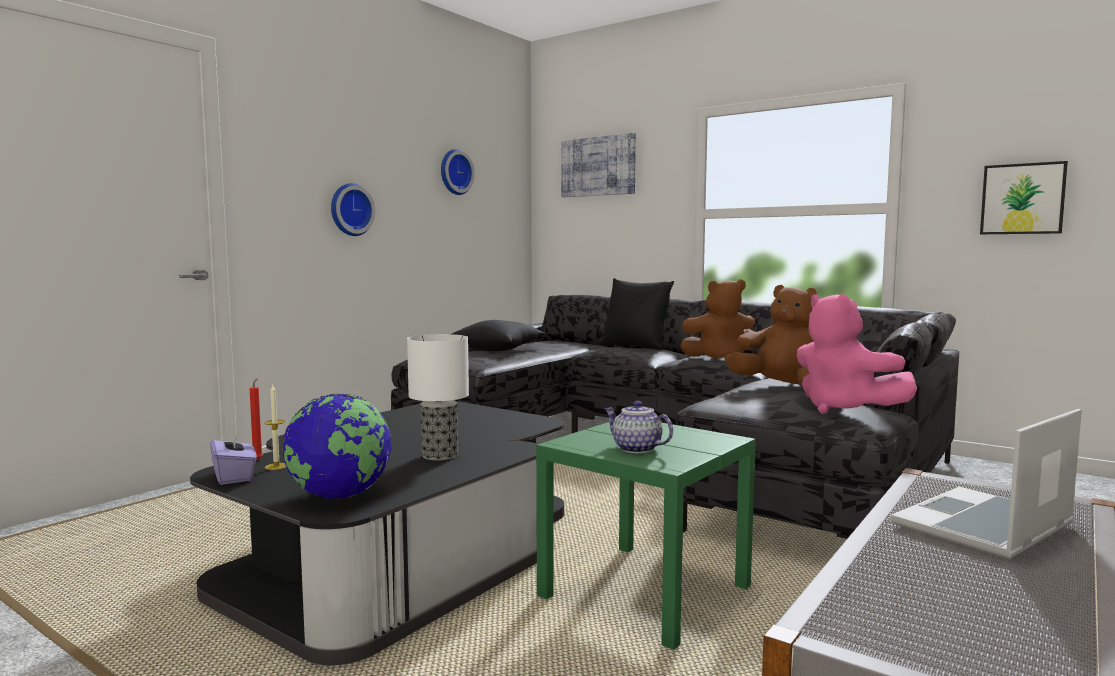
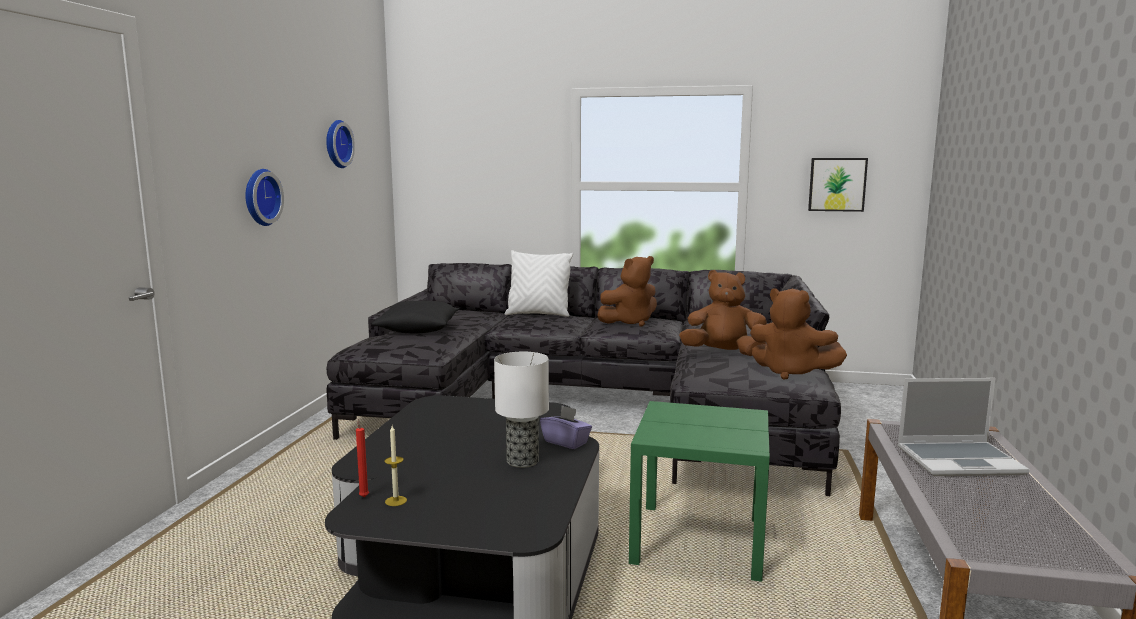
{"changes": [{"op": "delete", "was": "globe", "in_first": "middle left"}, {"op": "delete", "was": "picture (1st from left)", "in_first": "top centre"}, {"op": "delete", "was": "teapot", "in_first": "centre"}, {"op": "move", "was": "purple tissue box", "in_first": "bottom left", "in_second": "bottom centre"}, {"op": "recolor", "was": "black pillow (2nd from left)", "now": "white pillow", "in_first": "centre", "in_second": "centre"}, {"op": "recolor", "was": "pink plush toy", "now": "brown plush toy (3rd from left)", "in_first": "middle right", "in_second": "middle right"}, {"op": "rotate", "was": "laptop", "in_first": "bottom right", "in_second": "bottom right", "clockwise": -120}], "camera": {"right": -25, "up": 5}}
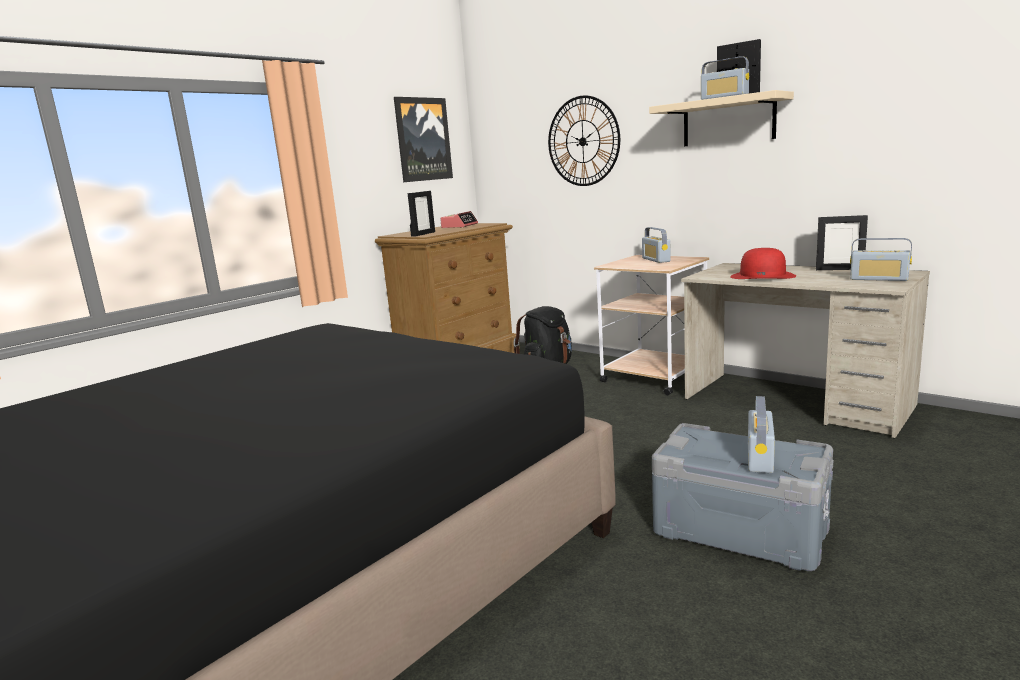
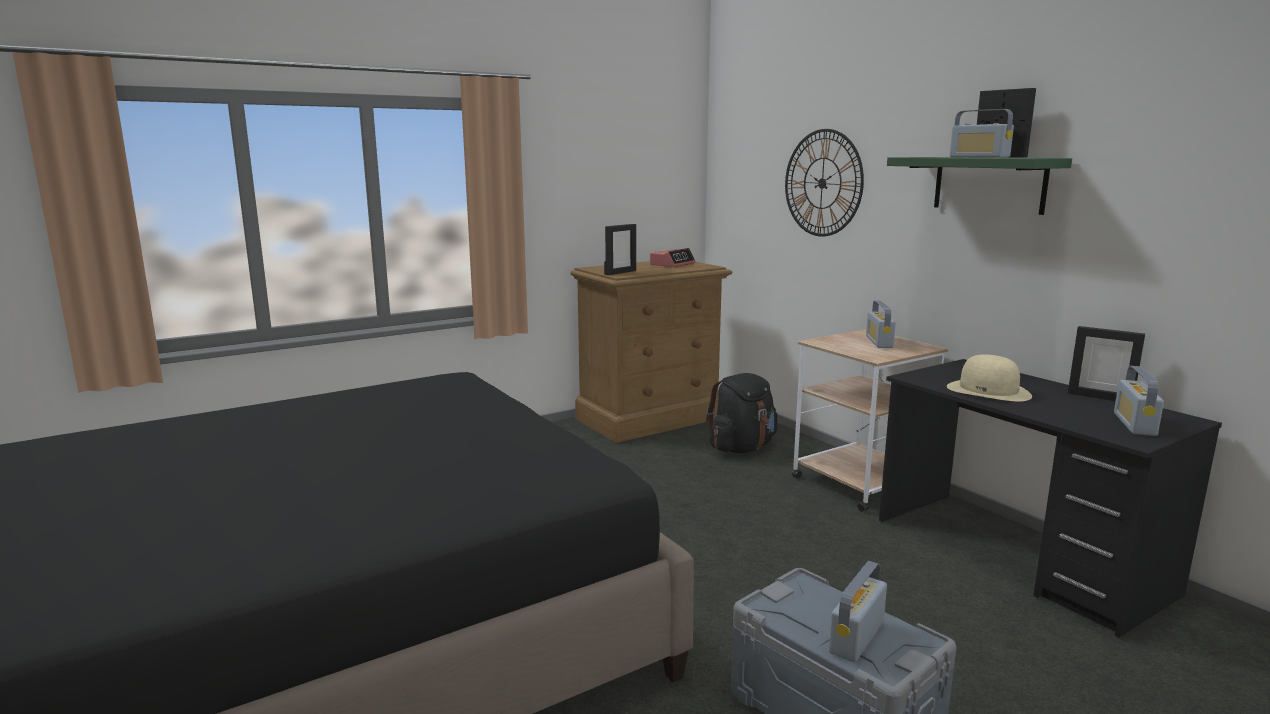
{"changes": [{"op": "delete", "was": "picture", "in_first": "top centre"}, {"op": "recolor", "was": "beige shelf", "now": "green shelf", "in_first": "top right", "in_second": "top right"}, {"op": "recolor", "was": "beige desk", "now": "black desk", "in_first": "middle right", "in_second": "bottom right"}, {"op": "recolor", "was": "red hat", "now": "beige hat", "in_first": "middle right", "in_second": "middle right"}, {"op": "rotate", "was": "radio (4th from left)", "in_first": "middle right", "in_second": "middle right", "clockwise": 60}], "camera": {"right": 15, "up": 0}}
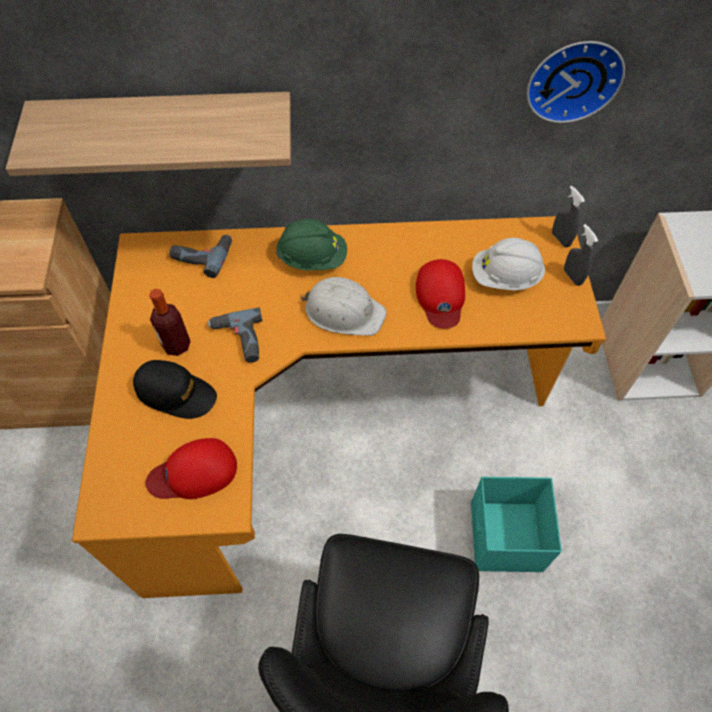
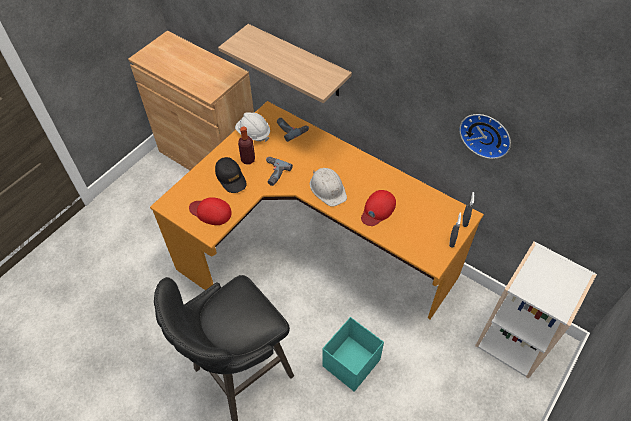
{"changes": [{"op": "delete", "was": "green hard hat", "in_first": "centre"}, {"op": "move", "was": "white hard hat (2nd from left in the first image)", "now": "white hard hat (1st from left)", "in_first": "middle right", "in_second": "top centre"}], "camera": {"right": 40, "up": -5}}
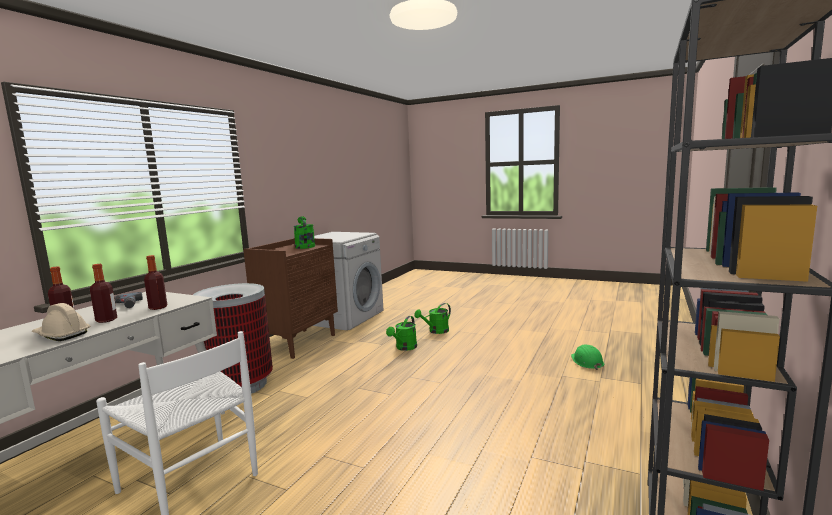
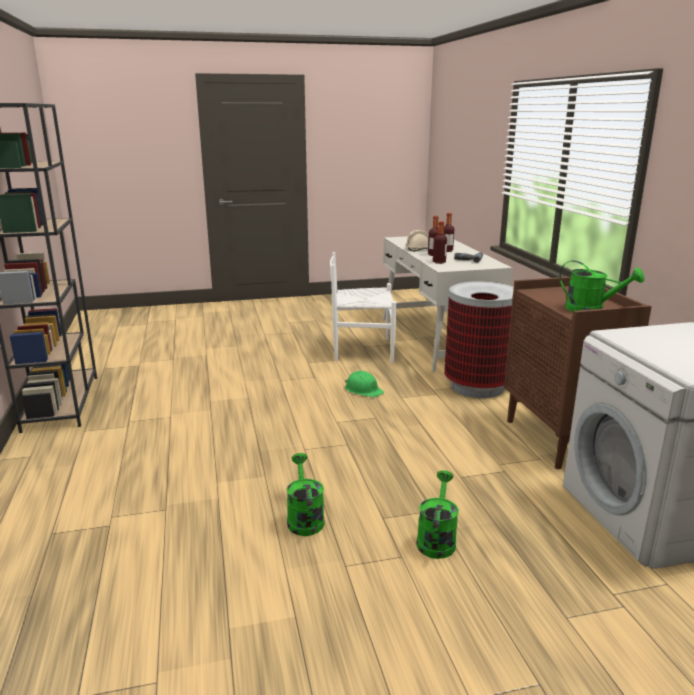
{"changes": [{"op": "move", "was": "green watering can (2nd from left in the first image)", "now": "green watering can (1st from left)", "in_first": "centre", "in_second": "bottom centre"}, {"op": "move", "was": "green hard hat", "in_first": "bottom right", "in_second": "centre"}], "camera": {"right": 140, "up": 10}}
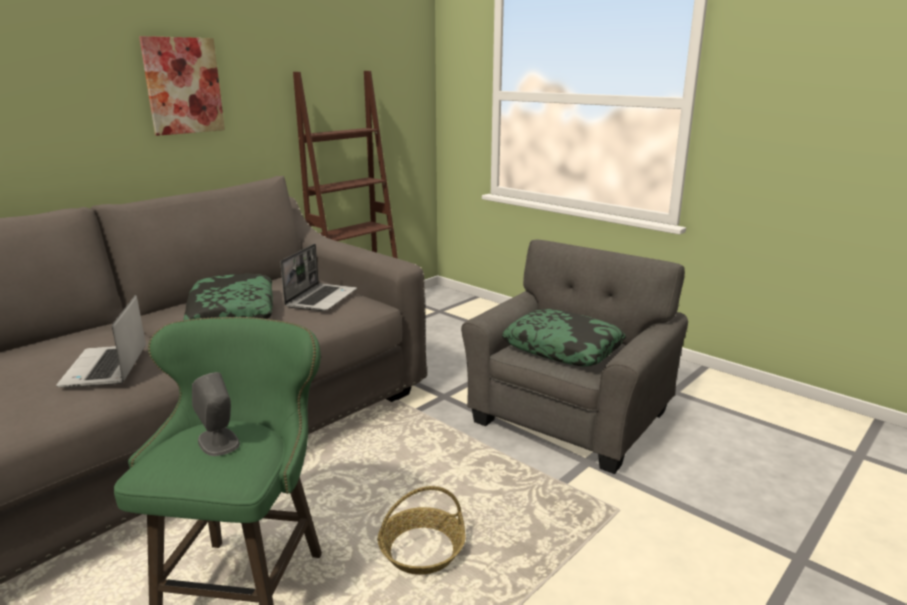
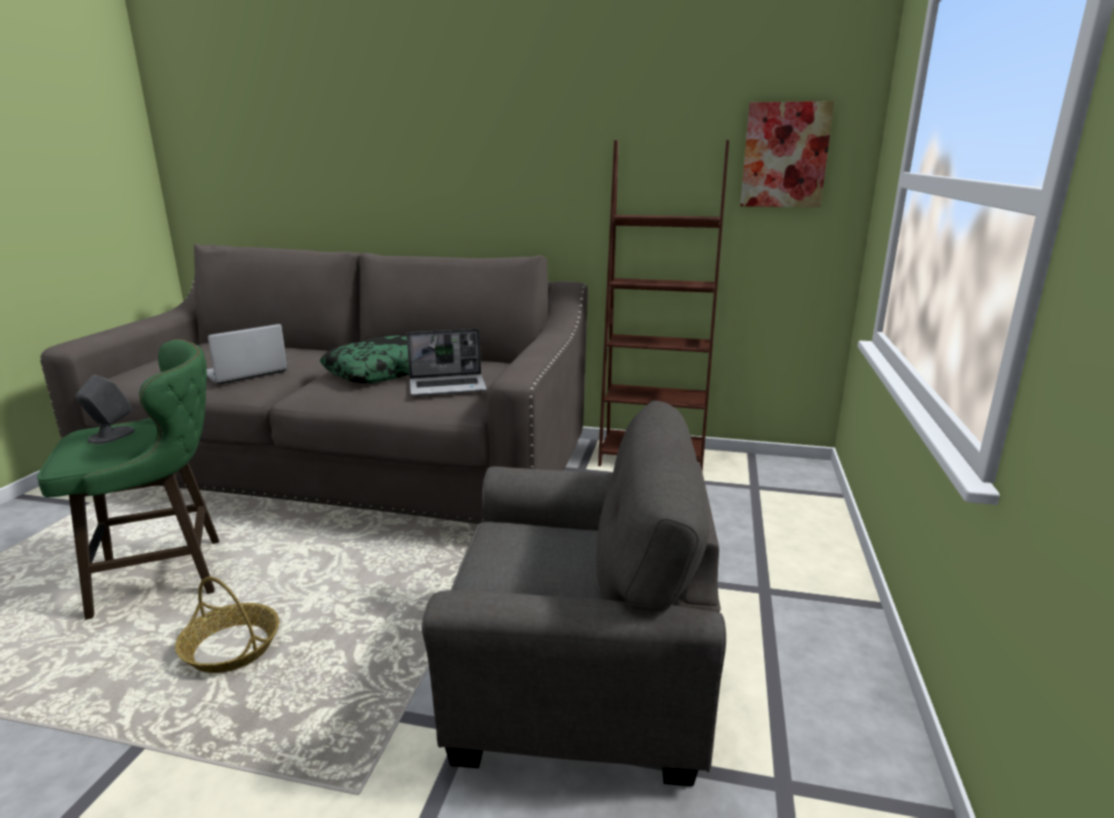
{"changes": [{"op": "delete", "was": "pillow (2nd from left)", "in_first": "centre"}, {"op": "move", "was": "picture", "in_first": "top left", "in_second": "top right"}], "camera": {"right": 60, "up": 0}}
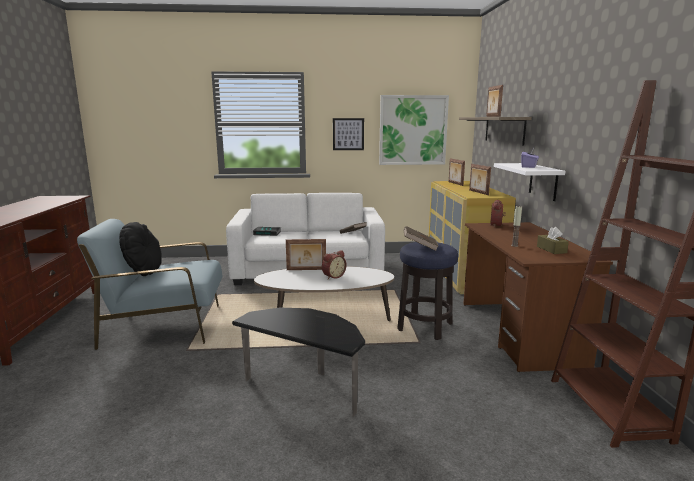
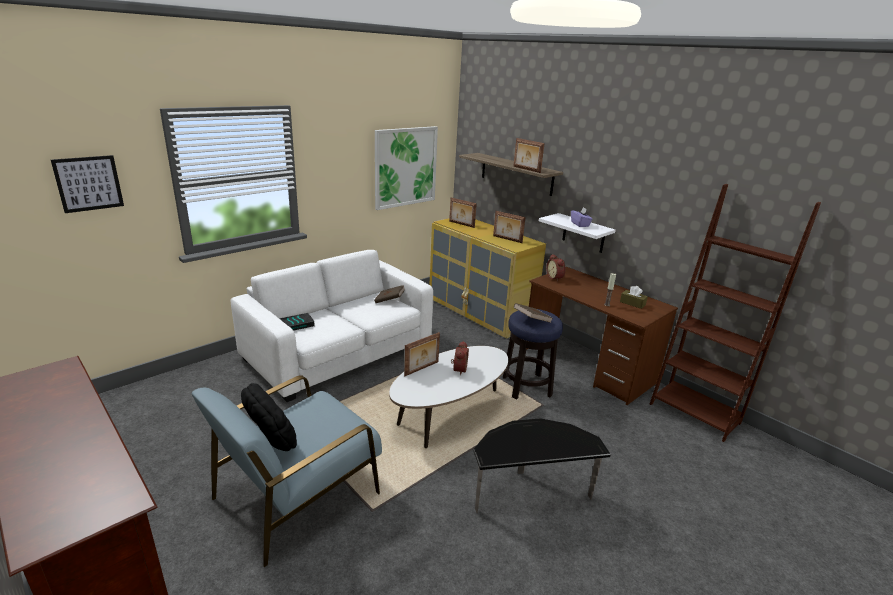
{"changes": [{"op": "move", "was": "picture (1st from left)", "in_first": "top centre", "in_second": "top left"}], "camera": {"right": -40, "up": 10}}
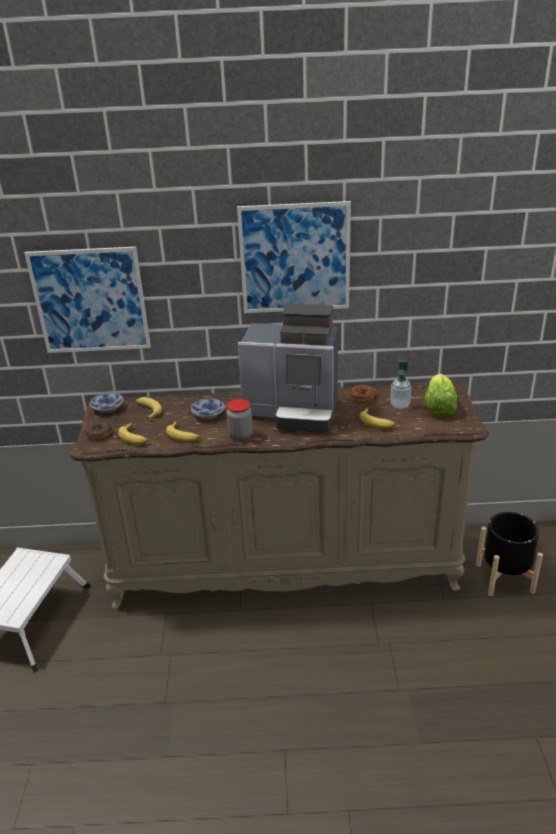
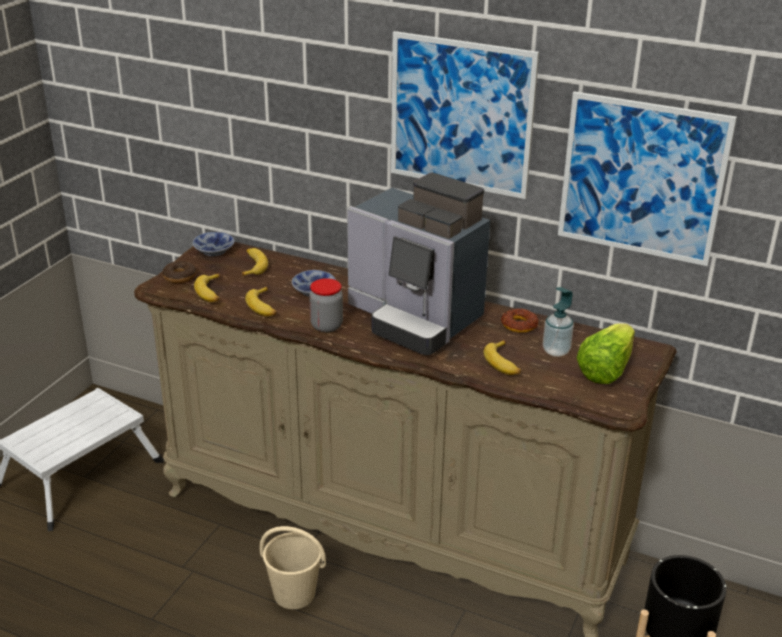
{"changes": [{"op": "insert", "now": "beige bucket", "in_second": "bottom centre"}, {"op": "move", "was": "picture (1st from left in the first image)", "now": "picture (2nd from left)", "in_first": "middle left", "in_second": "top right"}], "camera": {"right": 25, "up": 0}}
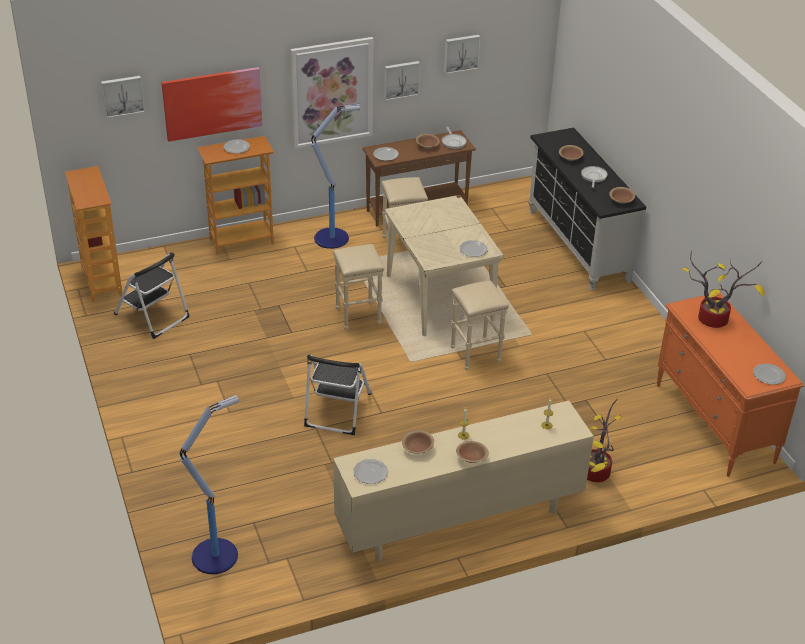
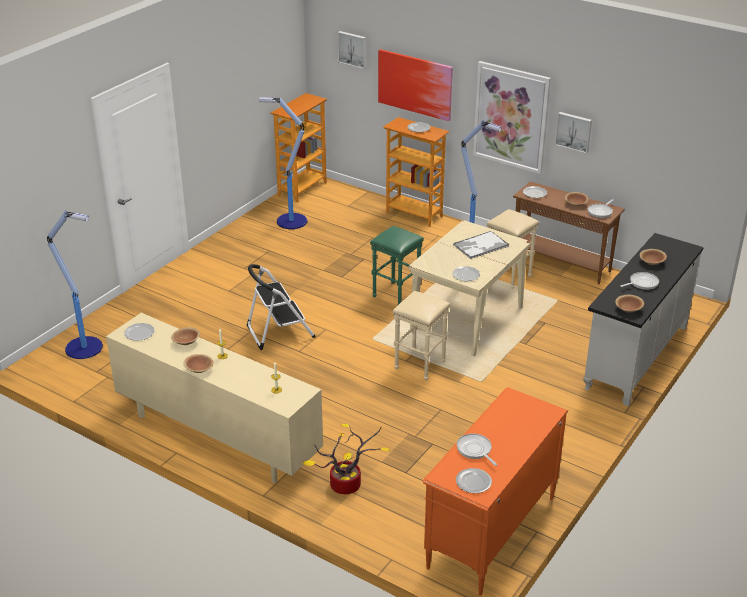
{"changes": [{"op": "delete", "was": "picture (5th from left)", "in_first": "top centre"}, {"op": "delete", "was": "potted plant (2nd from left)", "in_first": "middle right"}, {"op": "insert", "now": "tray", "in_second": "centre"}, {"op": "insert", "now": "frying pan (1st from left)", "in_second": "bottom centre"}, {"op": "replace", "was": "step ladder (1st from left)", "now": "floor lamp (2nd from left)", "in_first": "middle left", "in_second": "top centre"}, {"op": "recolor", "was": "beige stool (1st from left)", "now": "green stool", "in_first": "centre", "in_second": "centre"}], "camera": {"right": 55, "up": -5}}
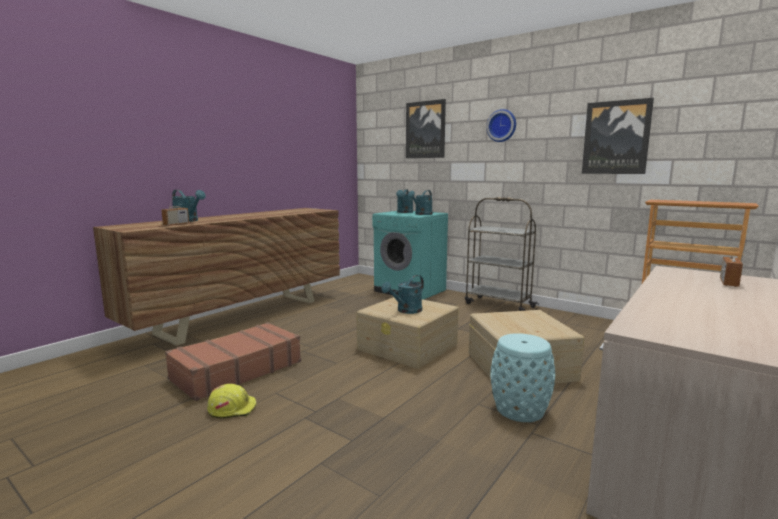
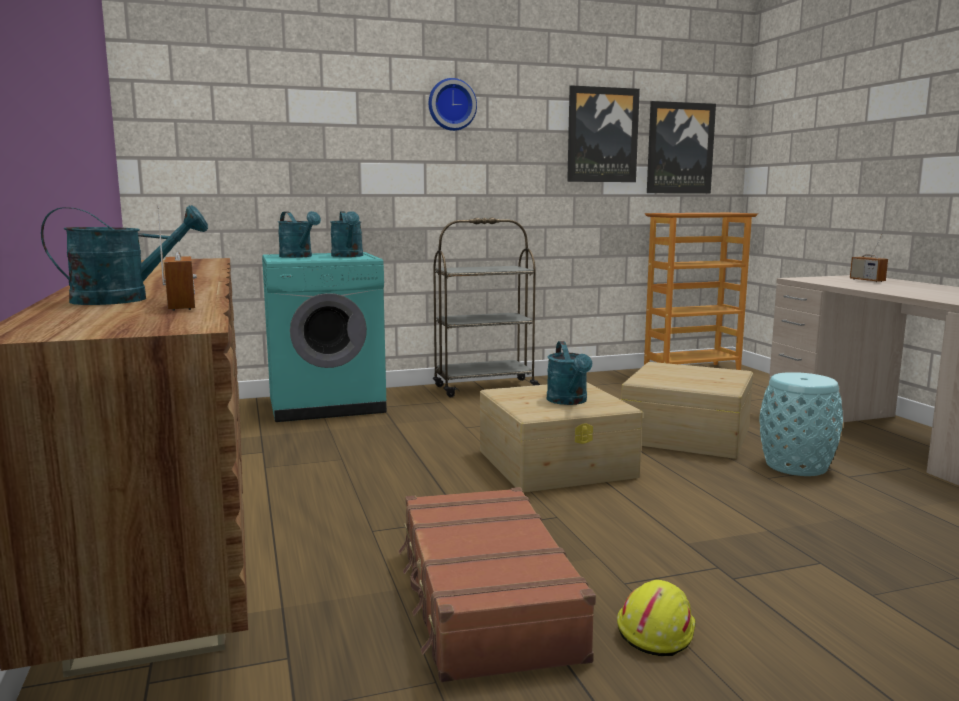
{"changes": [{"op": "move", "was": "picture (1st from left in the first image)", "now": "picture (2nd from left)", "in_first": "top centre", "in_second": "top right"}], "camera": {"right": -55, "up": 0}}
